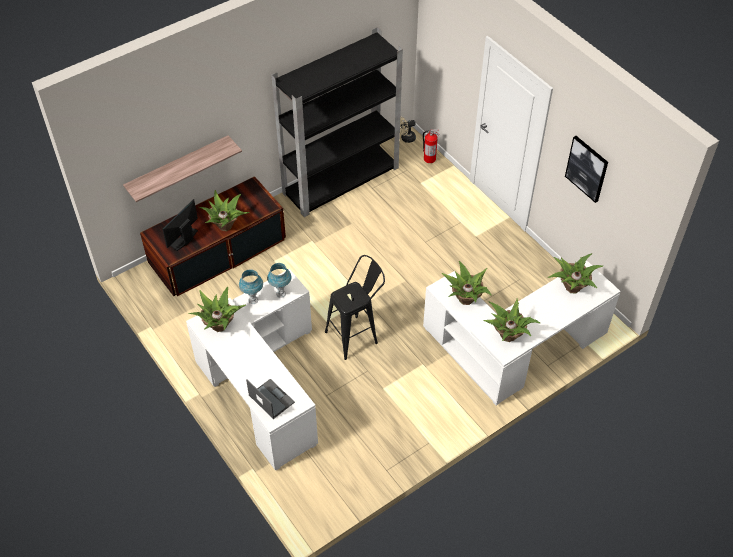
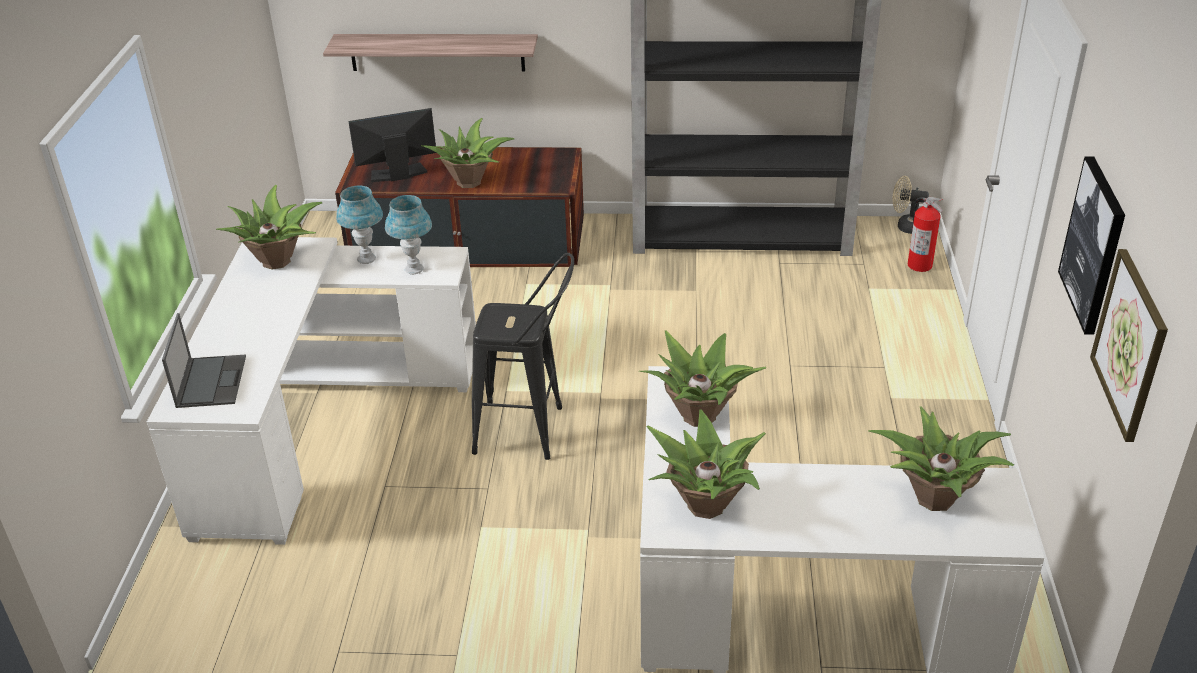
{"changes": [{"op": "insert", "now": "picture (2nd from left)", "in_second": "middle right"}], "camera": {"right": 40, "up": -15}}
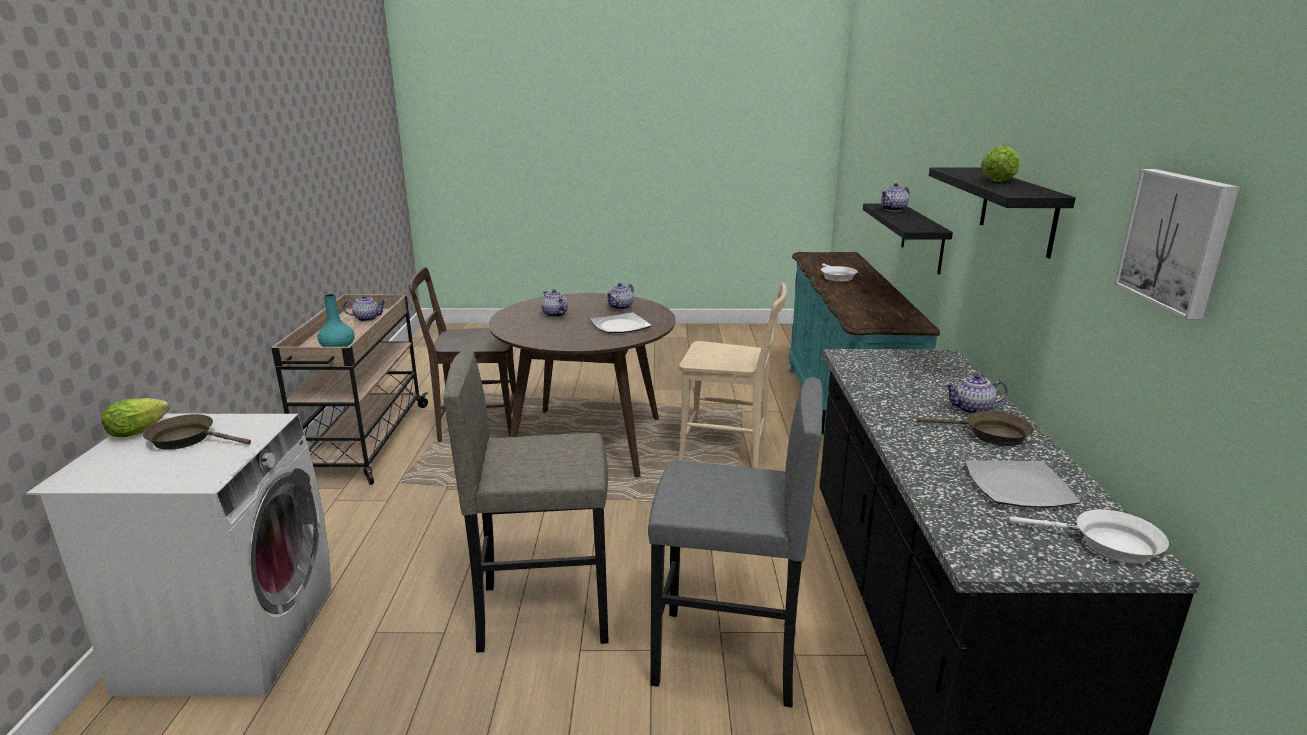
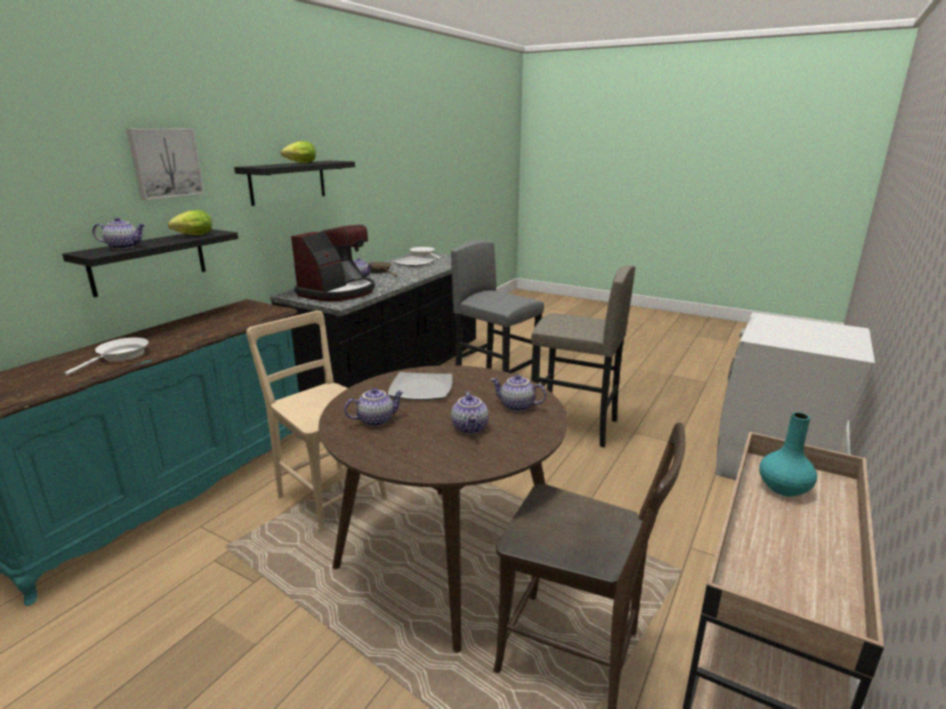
{"changes": [{"op": "delete", "was": "brown frying pan (1st from left)", "in_first": "middle left"}, {"op": "insert", "now": "coffee machine", "in_second": "centre"}, {"op": "move", "was": "lettuce (1st from left)", "in_first": "middle left", "in_second": "top left"}, {"op": "move", "was": "teapot (1st from left in the first image)", "now": "teapot (5th from left)", "in_first": "middle left", "in_second": "centre"}, {"op": "move", "was": "picture", "in_first": "top right", "in_second": "top left"}], "camera": {"right": -150, "up": 0}}
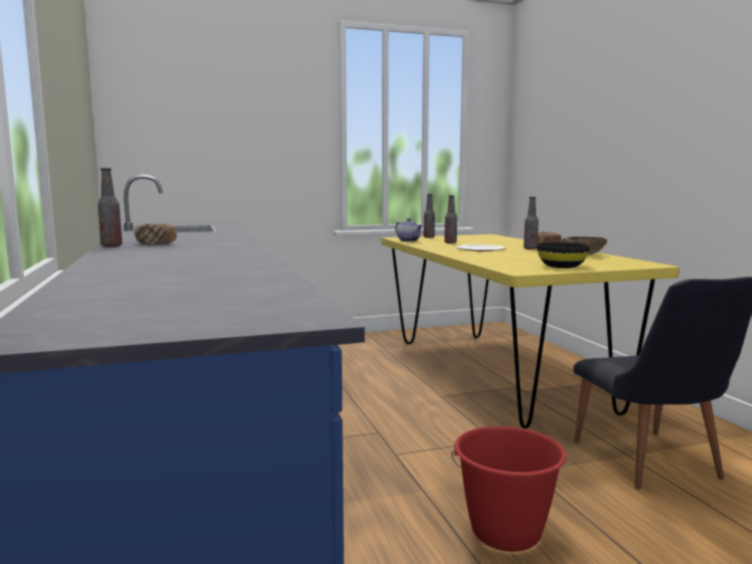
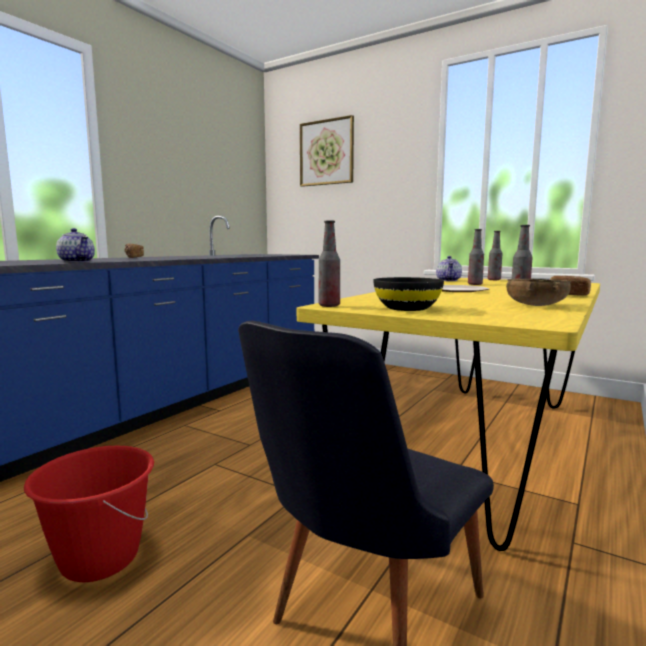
{"changes": [{"op": "insert", "now": "teapot (1st from left)", "in_second": "middle left"}, {"op": "insert", "now": "picture", "in_second": "top centre"}, {"op": "move", "was": "bottle (1st from left)", "in_first": "middle left", "in_second": "centre"}], "camera": {"right": 50, "up": 0}}
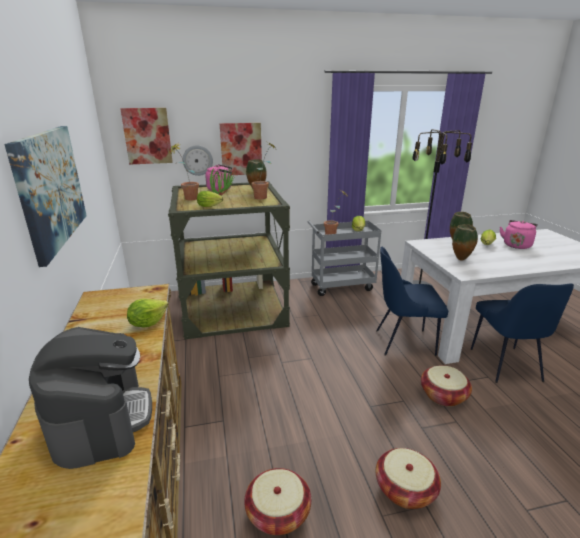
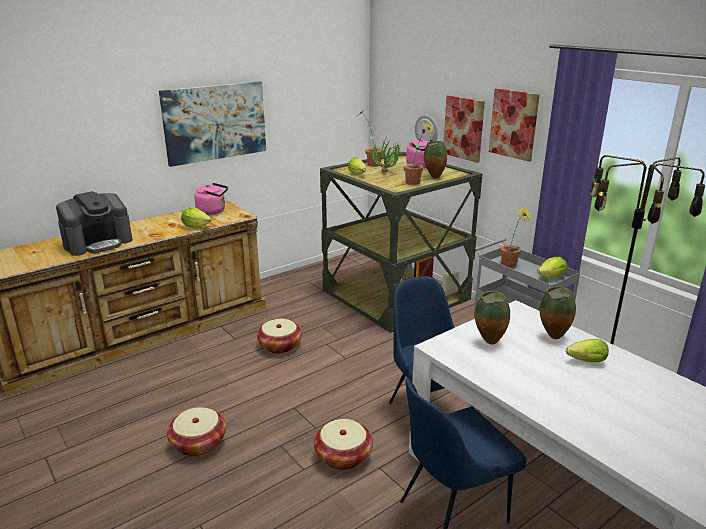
{"changes": [{"op": "move", "was": "picture (2nd from left in the first image)", "now": "picture (3rd from left)", "in_first": "top left", "in_second": "top right"}, {"op": "move", "was": "basket (1st from left in the first image)", "now": "basket (2nd from left)", "in_first": "bottom centre", "in_second": "centre"}, {"op": "move", "was": "pink kettle (2nd from left in the first image)", "now": "pink kettle (1st from left)", "in_first": "middle right", "in_second": "middle left"}], "camera": {"right": 65, "up": 0}}
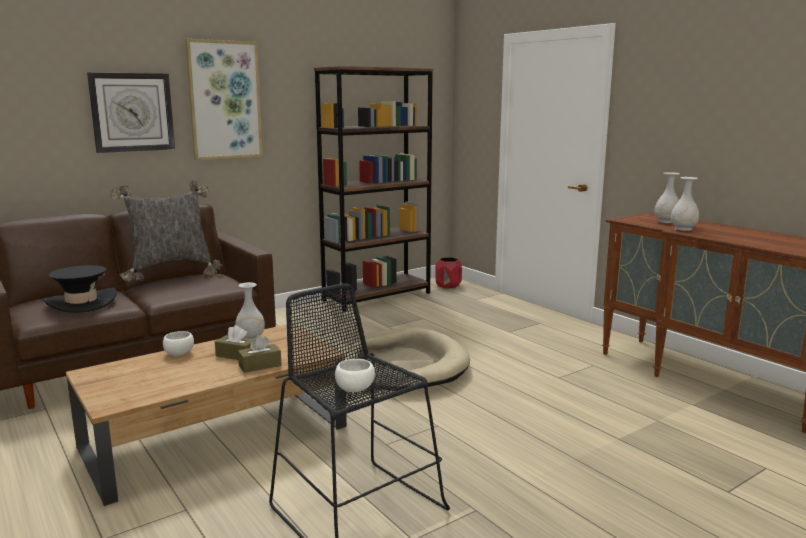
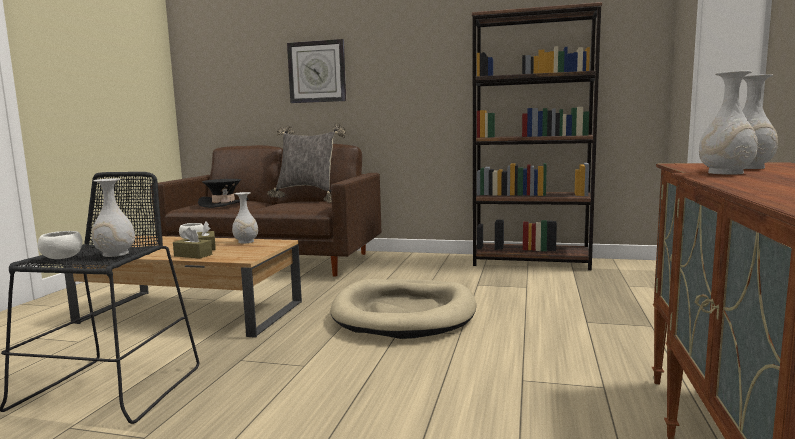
{"changes": [{"op": "delete", "was": "picture", "in_first": "top left"}, {"op": "delete", "was": "red planter", "in_first": "centre"}, {"op": "insert", "now": "white vase (1st from left)", "in_second": "middle left"}], "camera": {"right": 50, "up": -5}}
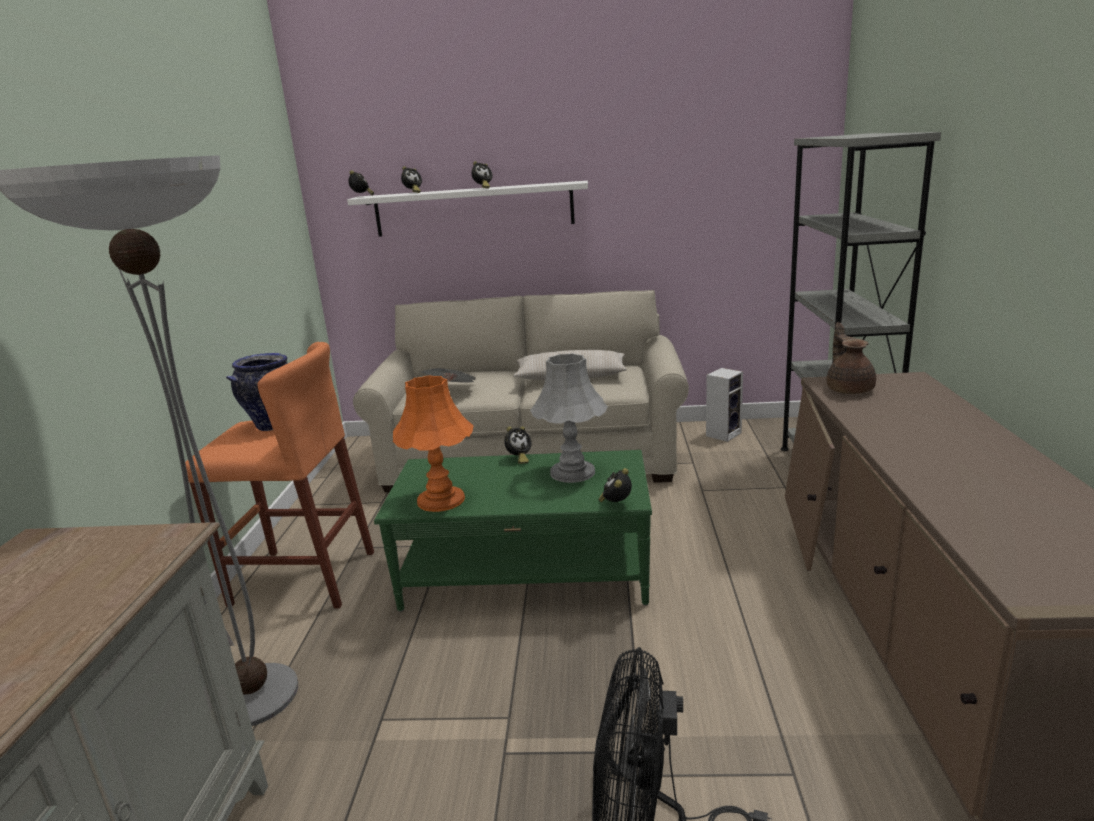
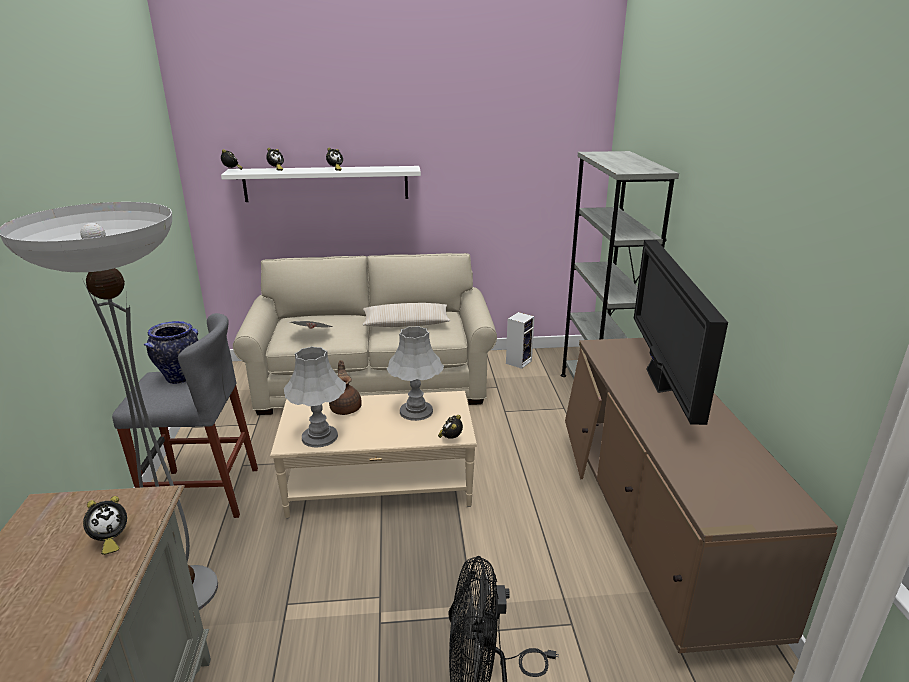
{"changes": [{"op": "insert", "now": "television", "in_second": "middle right"}, {"op": "move", "was": "alarm clock (4th from left in the first image)", "now": "alarm clock (1st from left)", "in_first": "centre", "in_second": "bottom left"}, {"op": "move", "was": "brown teapot", "in_first": "middle right", "in_second": "centre"}, {"op": "recolor", "was": "orange stool", "now": "grey stool", "in_first": "middle left", "in_second": "middle left"}, {"op": "recolor", "was": "green coffee table", "now": "beige coffee table", "in_first": "centre", "in_second": "bottom centre"}, {"op": "recolor", "was": "orange table lamp", "now": "grey table lamp (1st from left)", "in_first": "centre", "in_second": "centre"}], "camera": {"right": -10, "up": 5}}
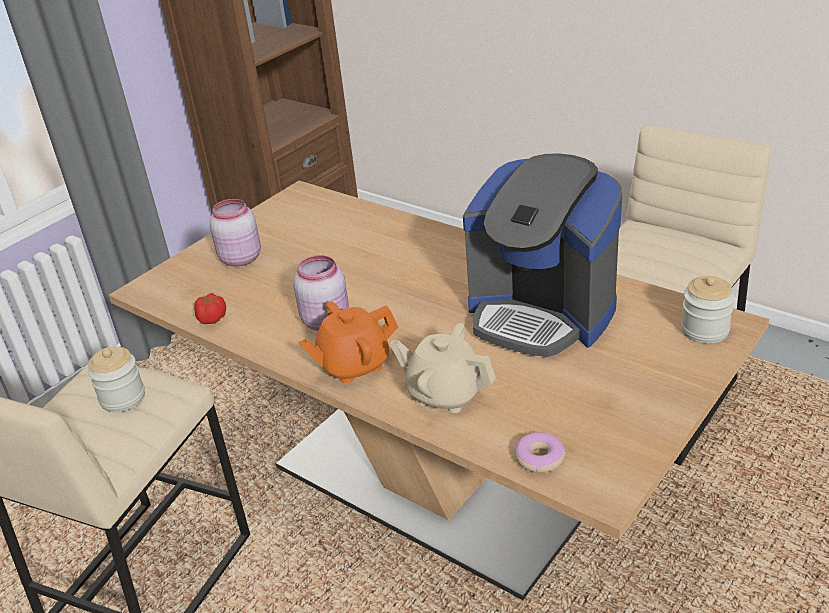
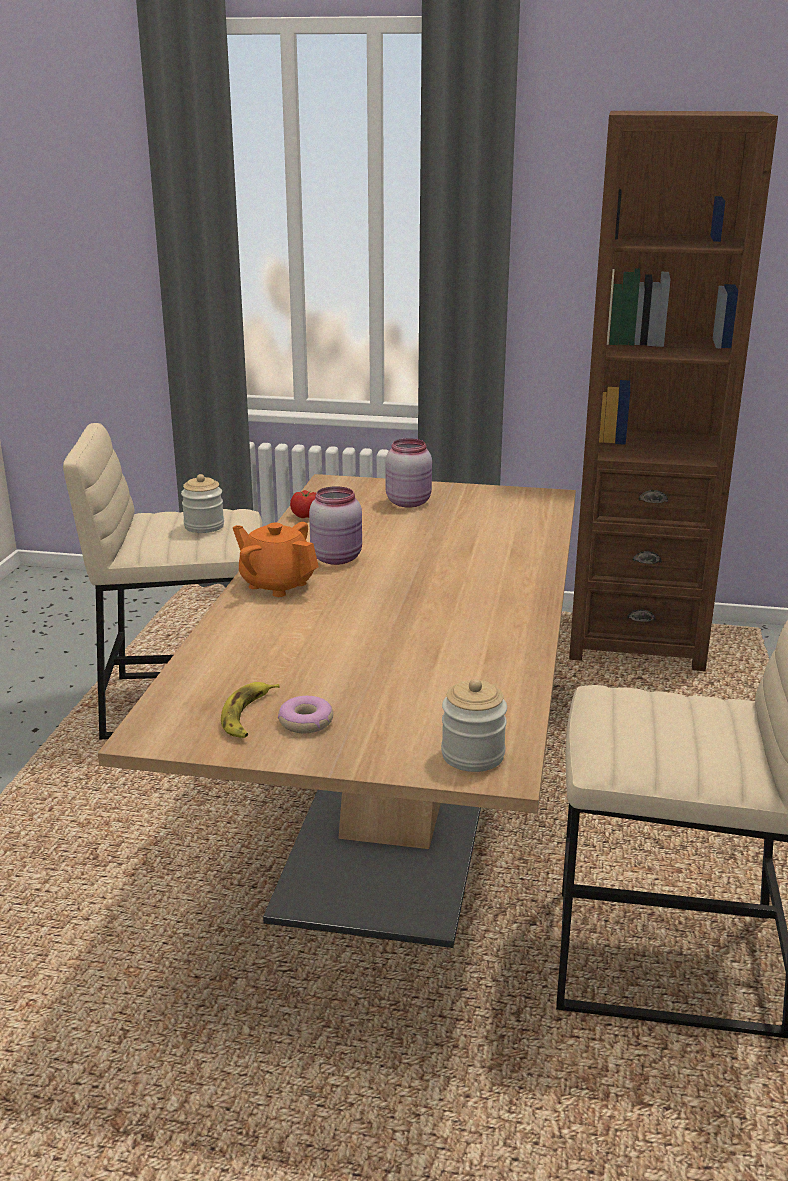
{"changes": [{"op": "delete", "was": "beige teapot", "in_first": "centre"}, {"op": "delete", "was": "coffee machine", "in_first": "centre"}, {"op": "insert", "now": "banana", "in_second": "middle left"}, {"op": "move", "was": "donut", "in_first": "bottom centre", "in_second": "centre"}], "camera": {"right": 60, "up": -10}}
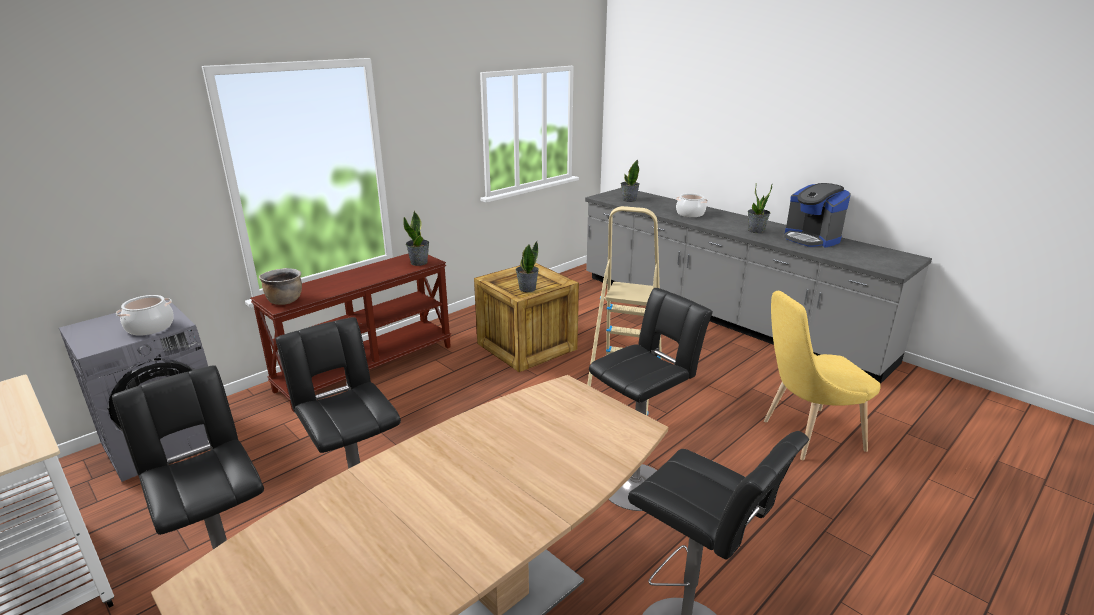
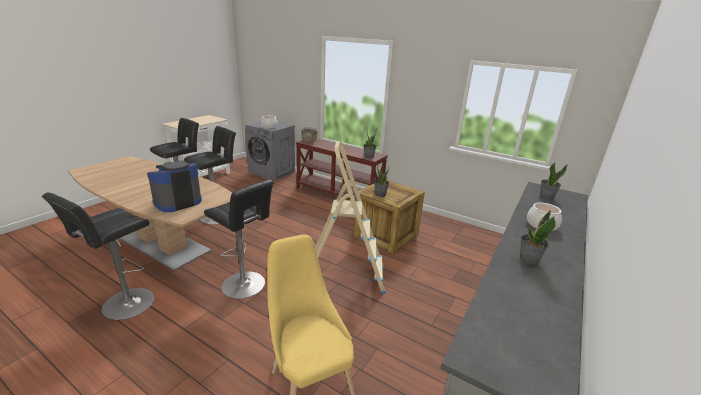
{"changes": [{"op": "move", "was": "coffee machine", "in_first": "middle right", "in_second": "middle left"}], "camera": {"right": 75, "up": 0}}
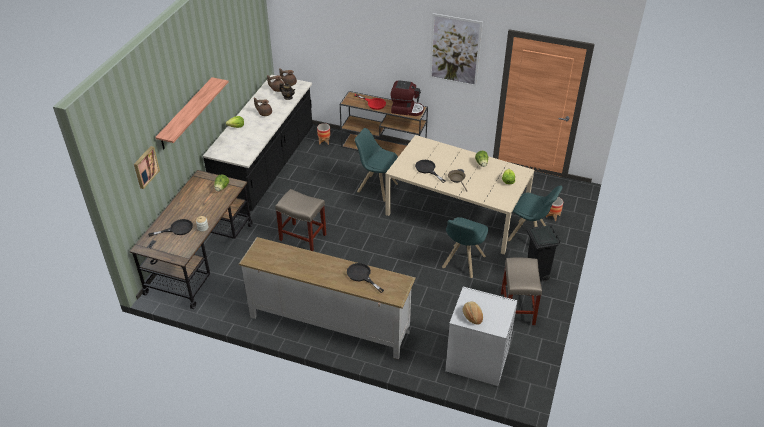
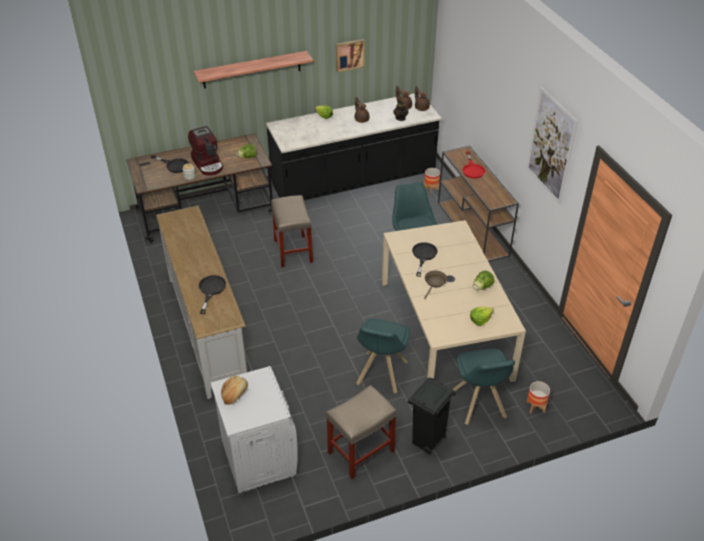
{"changes": [{"op": "move", "was": "picture (1st from left)", "in_first": "middle left", "in_second": "top centre"}, {"op": "move", "was": "coffee machine", "in_first": "top centre", "in_second": "top left"}, {"op": "rotate", "was": "turquoise chair (2nd from left in the first image)", "in_first": "centre", "in_second": "centre", "clockwise": -60}], "camera": {"right": 50, "up": 0}}
